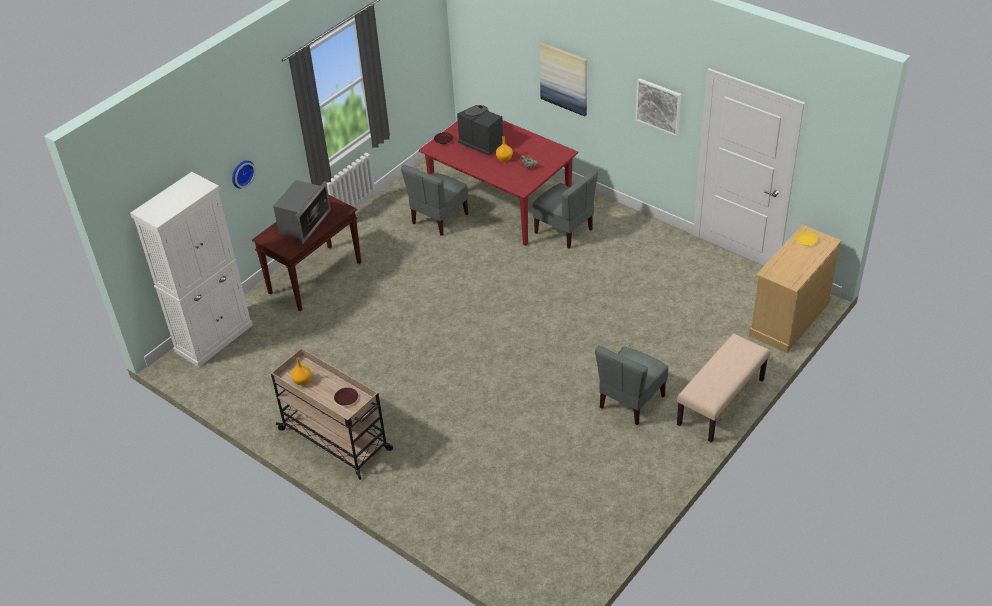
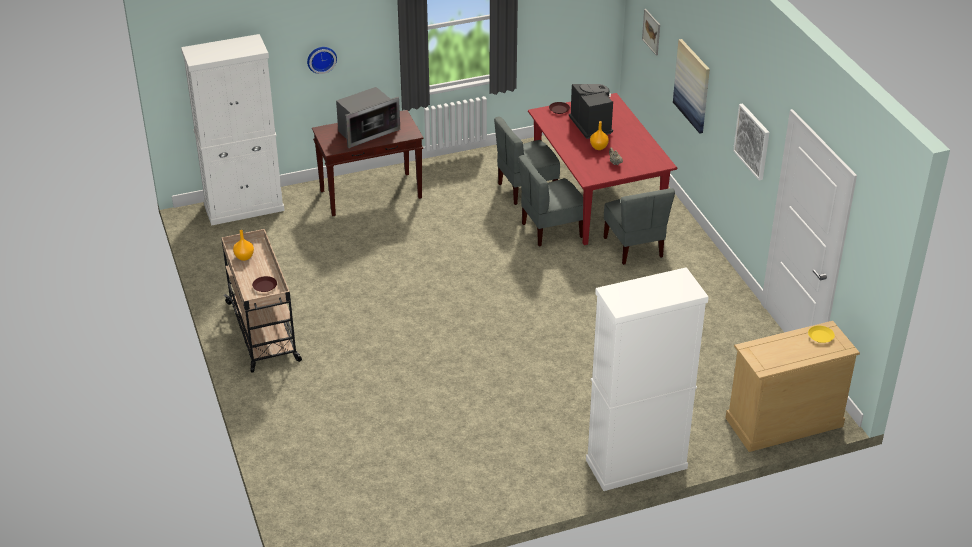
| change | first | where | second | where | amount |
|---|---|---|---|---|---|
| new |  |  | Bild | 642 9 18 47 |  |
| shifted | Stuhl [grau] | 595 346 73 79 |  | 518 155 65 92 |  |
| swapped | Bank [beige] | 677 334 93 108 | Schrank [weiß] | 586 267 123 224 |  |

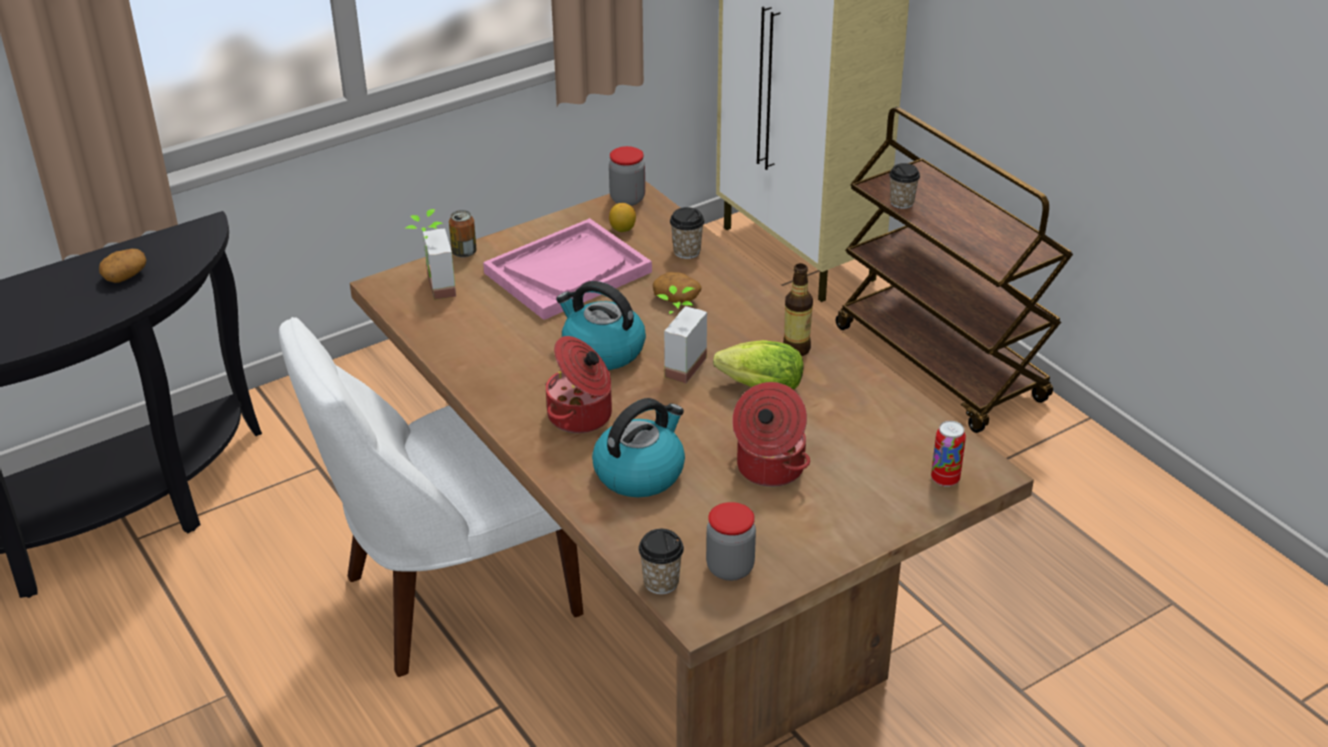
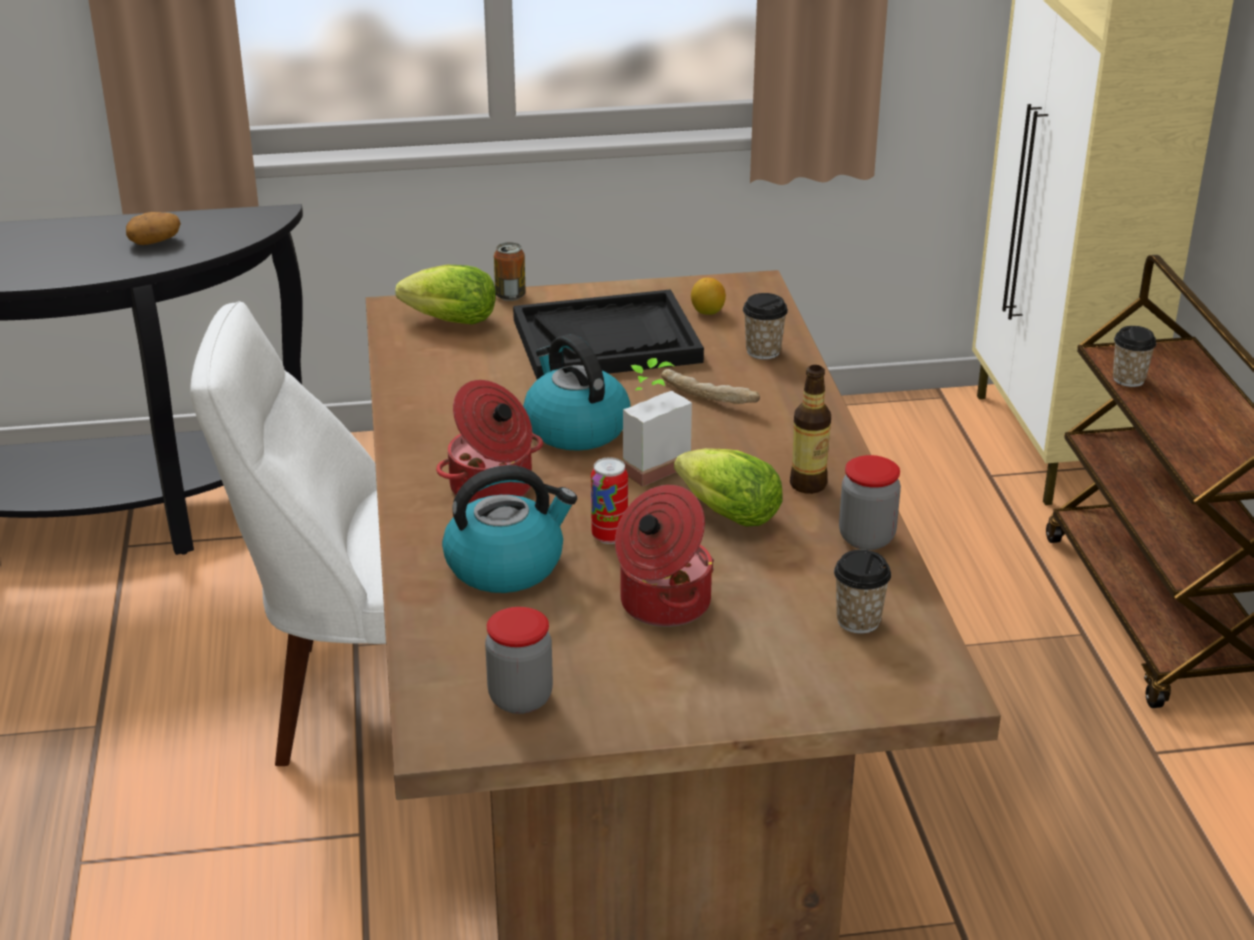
| change | first | where | second | where | amount |
|---|---|---|---|---|---|
| shifted | Vorratsglas | 609 146 36 60 |  | 839 455 62 95 |  |
| shifted | Tasse | 638 529 46 65 |  | 834 550 57 84 |  |
| shifted | Dose | 931 421 35 66 |  | 591 457 37 87 |  |
| swapped | Topfpflanze | 404 209 52 91 | Salatkopf | 395 265 101 60 |  |
| swapped | Kartoffel | 652 272 50 31 | Brot | 661 369 99 35 |  |
| repainted | Tablett [rosa] | 483 218 169 102 | Tablett [schwarz] | 513 289 191 91 |  |

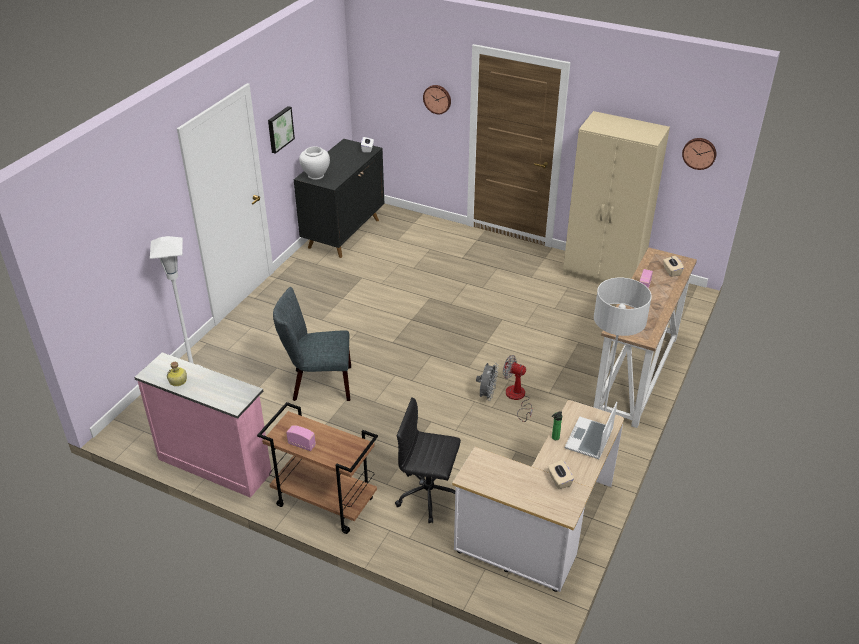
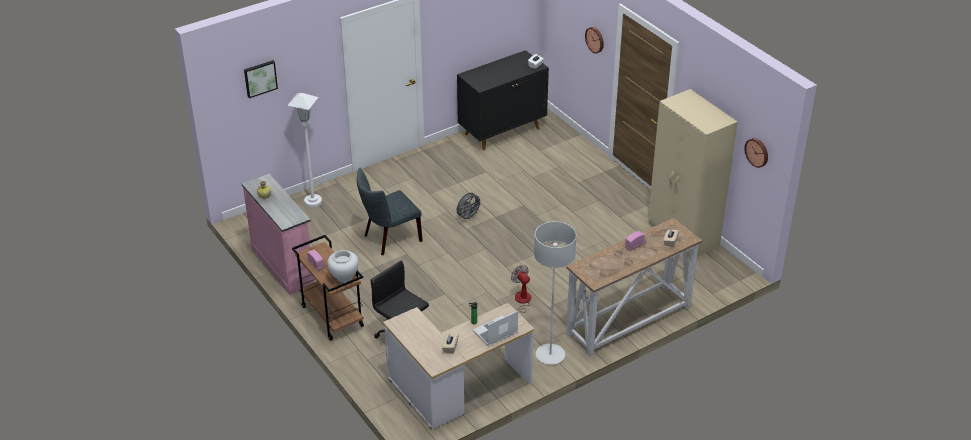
| change | first | where | second | where | amount |
|---|---|---|---|---|---|
| shifted | Bild | 268 106 27 48 |  | 244 60 34 38 |  |
| shifted | Vase [weiß] | 299 146 31 34 |  | 327 250 32 33 |  |
| shifted | Ventilator [grau] | 476 363 22 38 |  | 457 193 25 28 |  |
| rotated | Stuhl [grau] | 273 287 78 114 |  | 357 168 66 87 | 60 degrees counterclockwise |

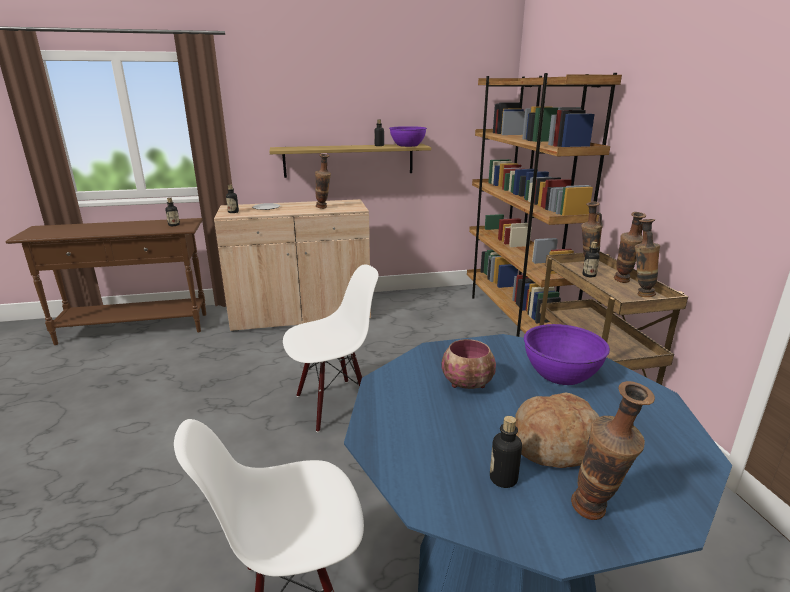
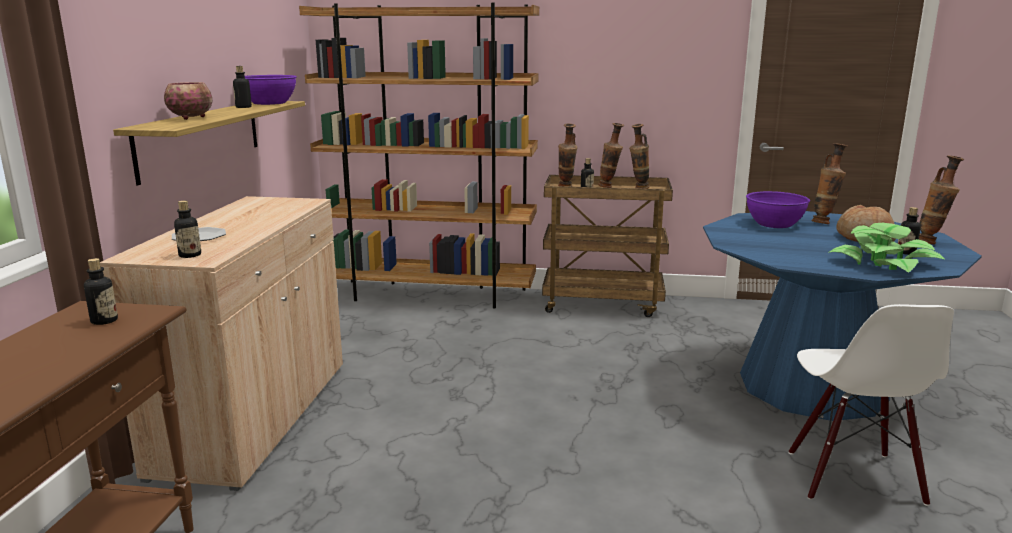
| change | first | where | second | where | amount |
|---|---|---|---|---|---|
| gone | Stuhl [weiß] | 283 264 96 168 |  |  |  |
| new |  |  | Topfpflanze | 828 223 116 50 |  |
| shifted | Vase | 315 154 16 55 |  | 812 143 35 81 |  |
| shifted | Schüssel | 442 339 54 50 |  | 164 82 49 38 |  |

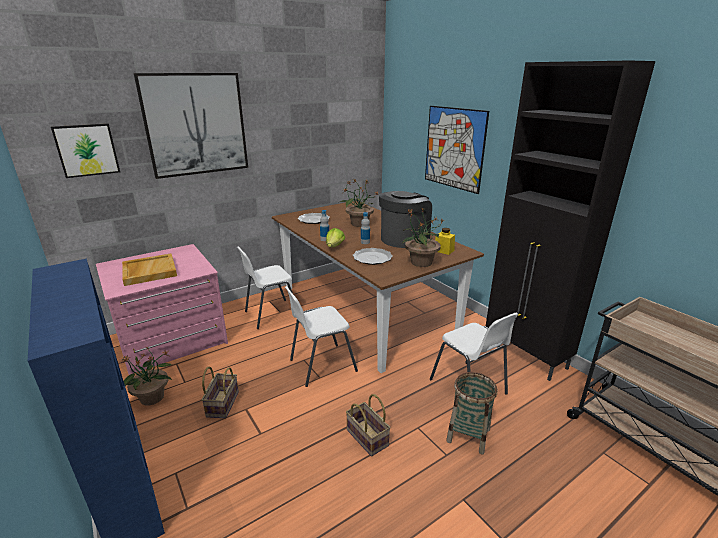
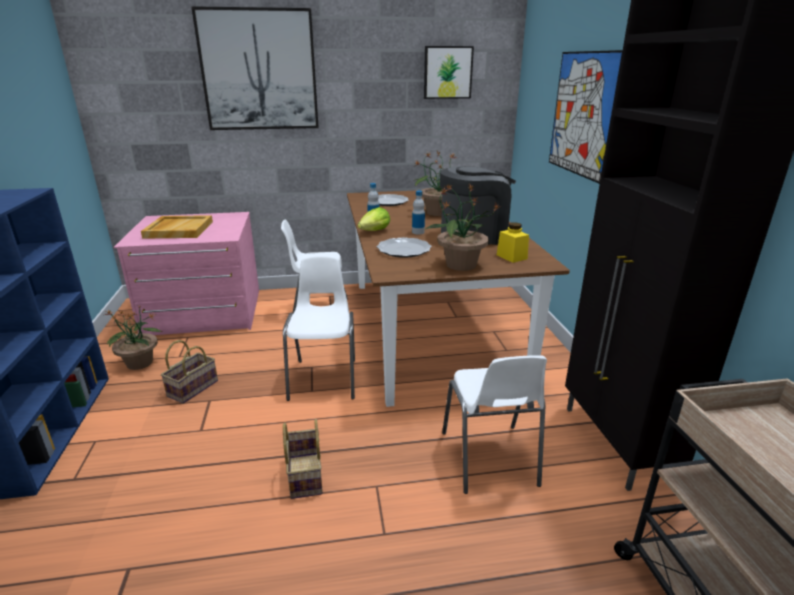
| change | first | where | second | where | amount |
|---|---|---|---|---|---|
| gone | Korb | 446 372 51 82 |  |  |  |
| shifted | Bild | 51 123 69 55 |  | 424 46 50 53 |  |
| rotated | Stuhl [weiß] | 285 286 73 101 |  | 283 256 72 145 | 90 degrees clockwise |

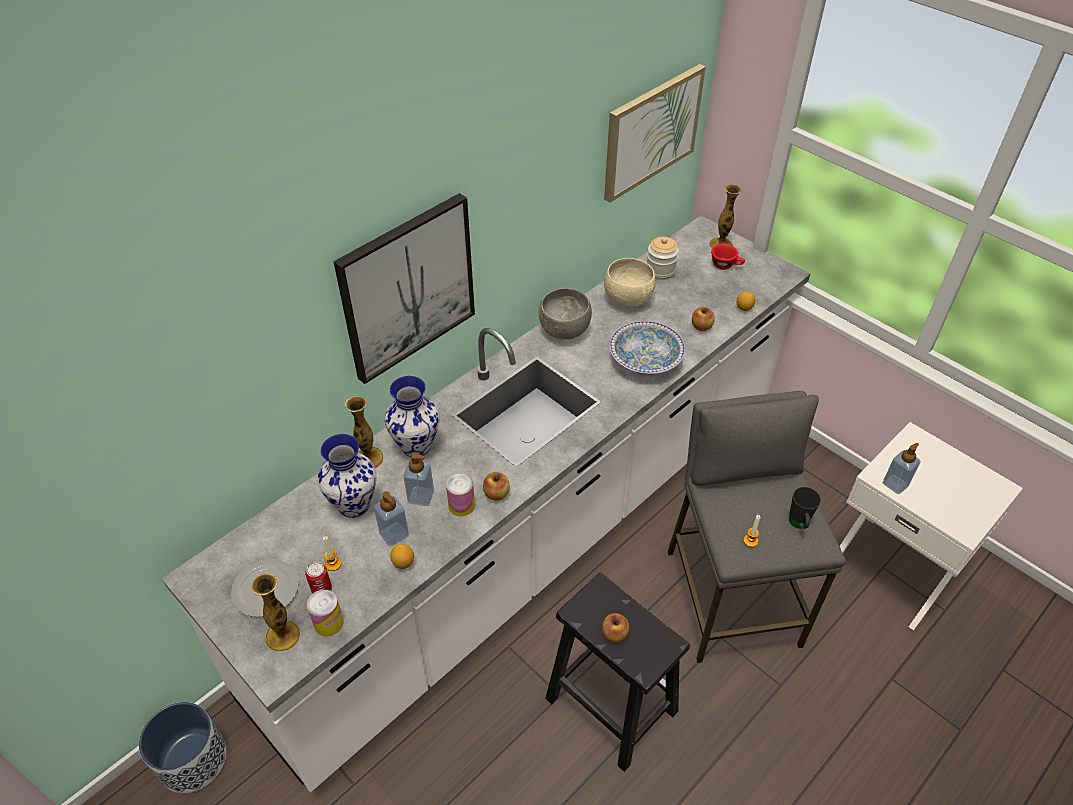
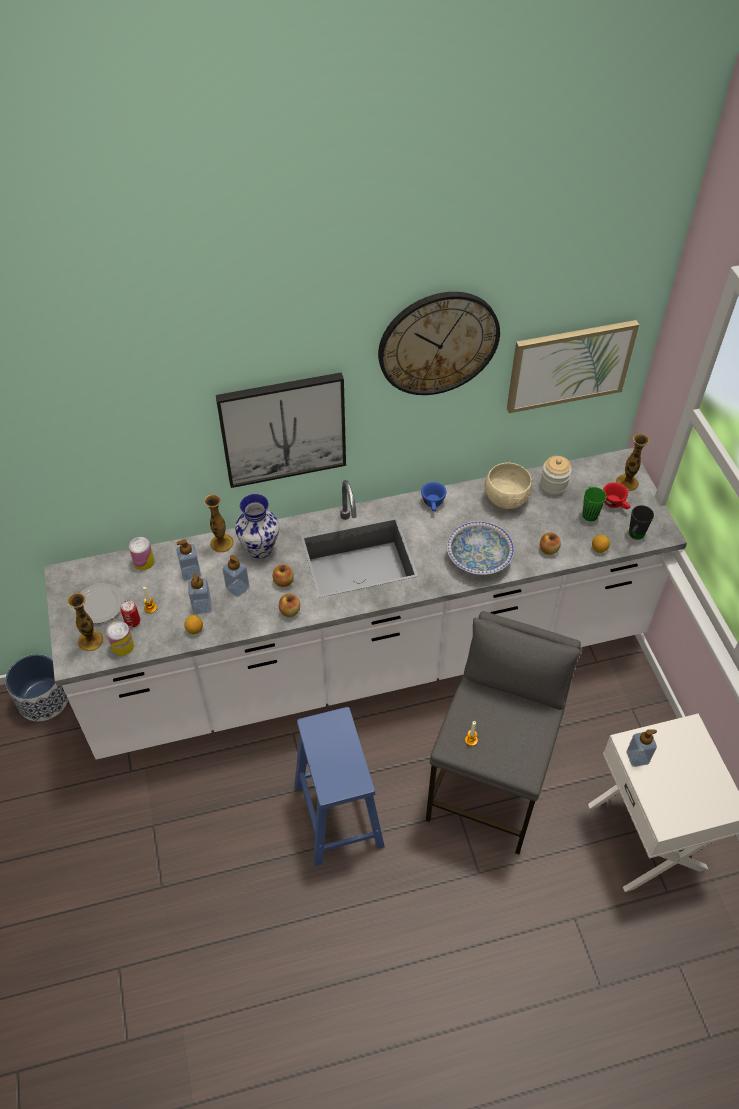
| change | first | where | second | where | amount |
|---|---|---|---|---|---|
| new |  |  | Wanduhr | 378 292 122 103 |  |
| new |  |  | Henkelbecher [grün] | 582 486 24 35 |  |
| shifted | Dose | 446 473 29 43 |  | 129 537 25 33 |  |
| shifted | Apfel | 602 613 27 30 |  | 273 564 21 23 |  |
| shifted | Henkelbecher [schwarz] | 789 487 32 42 |  | 629 505 25 35 |  |
| swapped | Vase | 318 434 58 84 | Seifenspender | 176 539 25 42 |  |
| swapped | Schüssel [grau] | 539 288 53 52 | Tasse [blau] | 421 482 25 29 |  |
| repainted | Hocker [schwarz] | 545 573 145 199 | Hocker [blau] | 294 707 91 159 |  |

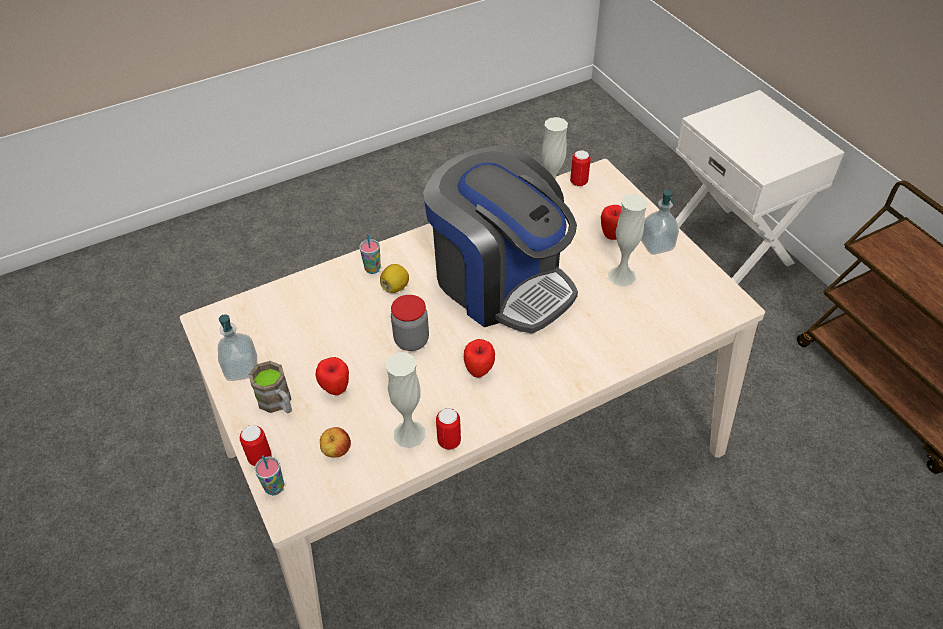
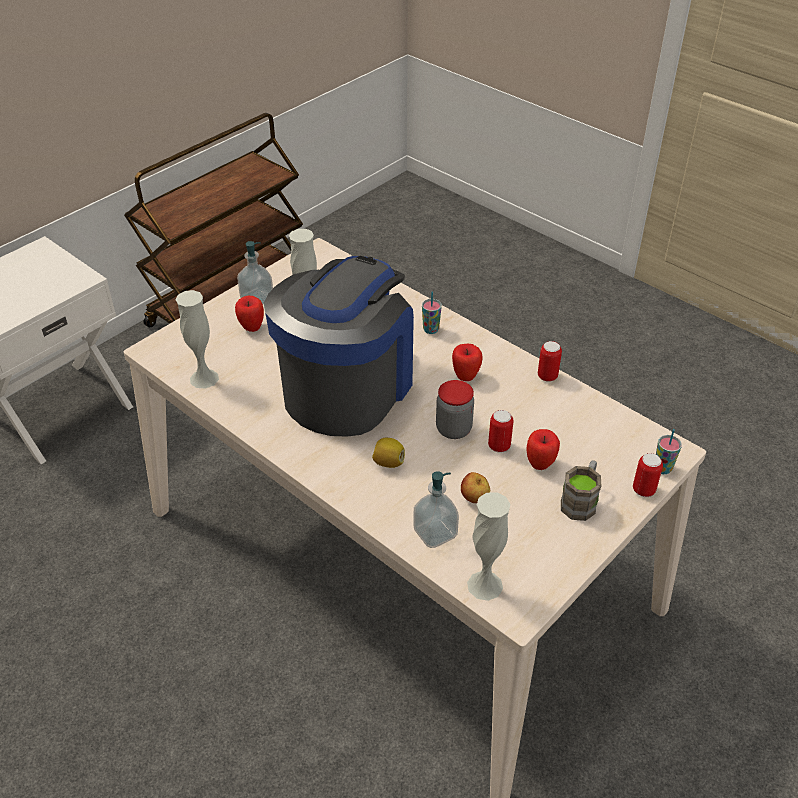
| change | first | where | second | where | amount |
|---|---|---|---|---|---|
| shifted | Seifenspender | 218 314 39 67 |  | 413 471 46 77 |  |
| shifted | Apfel | 320 427 31 30 |  | 461 472 29 31 |  |
| shifted | Tasse | 360 234 21 40 |  | 422 291 20 43 |  |
| shifted | Vase [weiß] | 385 352 41 96 |  | 467 492 43 109 |  |
| shifted | Dose | 570 150 21 37 |  | 488 410 26 43 |  |

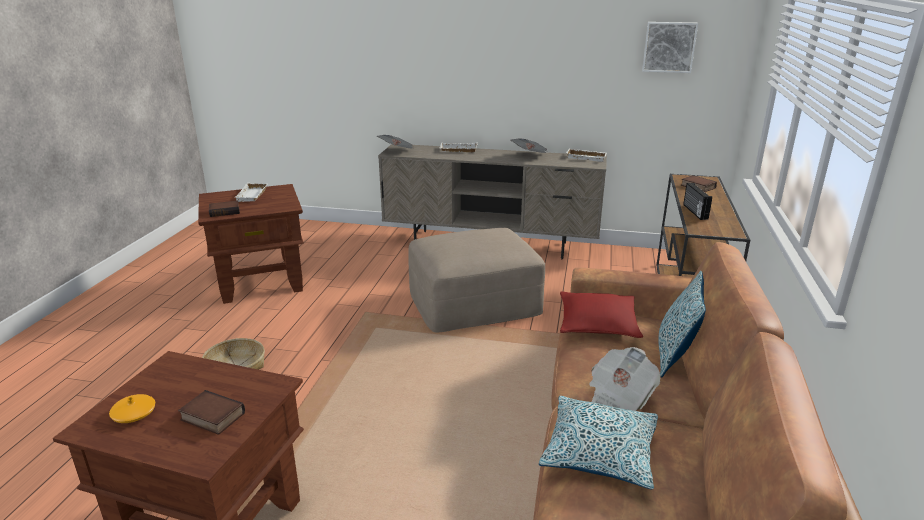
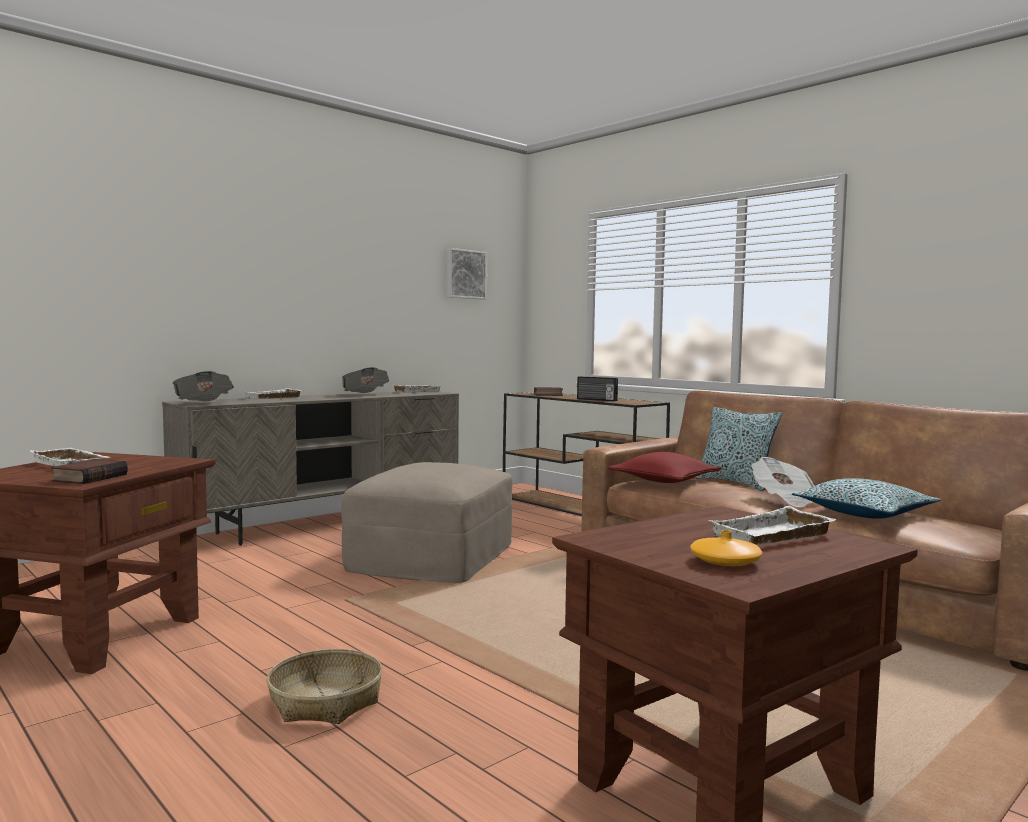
| change | first | where | second | where | amount |
|---|---|---|---|---|---|
| swapped | Buch | 178 390 67 45 | Tablett [weiß] | 708 506 129 39 |  |

